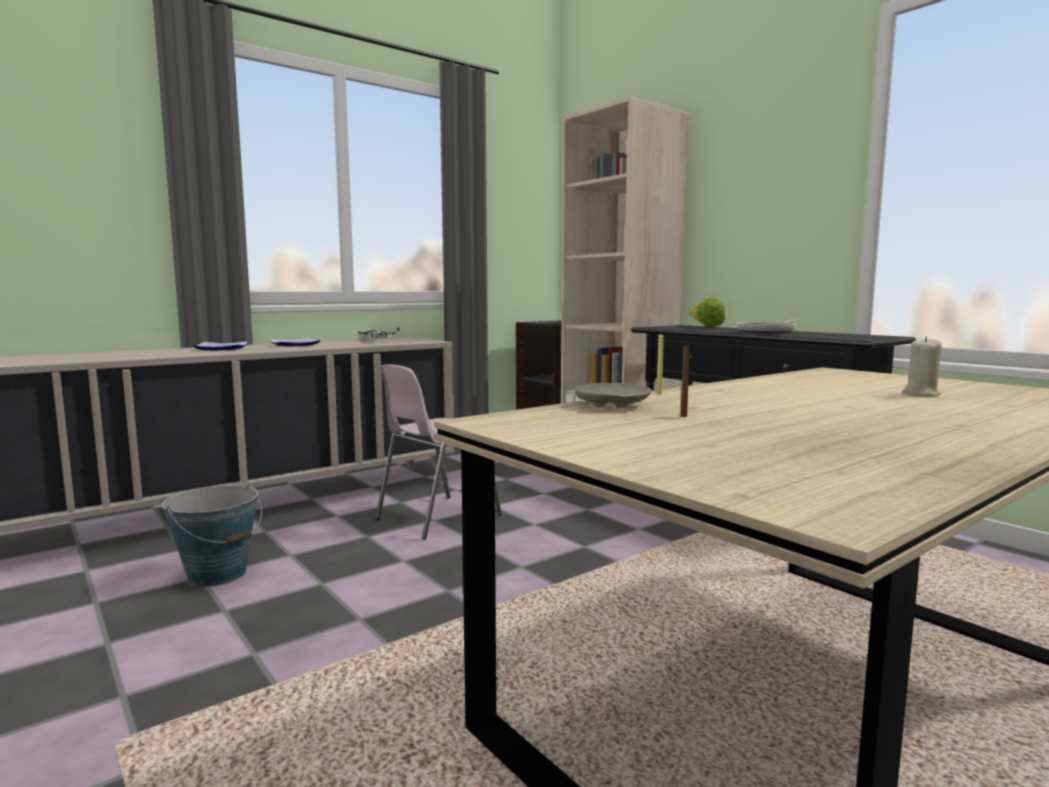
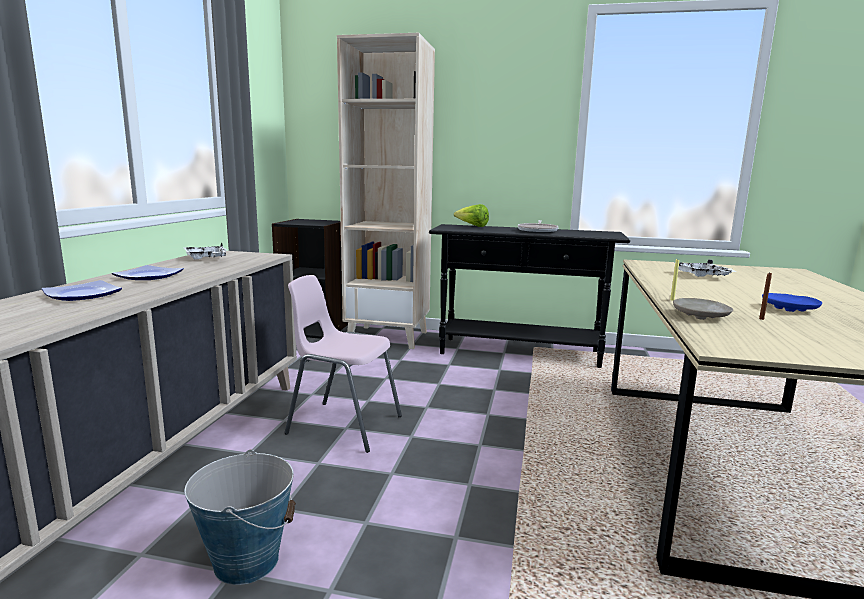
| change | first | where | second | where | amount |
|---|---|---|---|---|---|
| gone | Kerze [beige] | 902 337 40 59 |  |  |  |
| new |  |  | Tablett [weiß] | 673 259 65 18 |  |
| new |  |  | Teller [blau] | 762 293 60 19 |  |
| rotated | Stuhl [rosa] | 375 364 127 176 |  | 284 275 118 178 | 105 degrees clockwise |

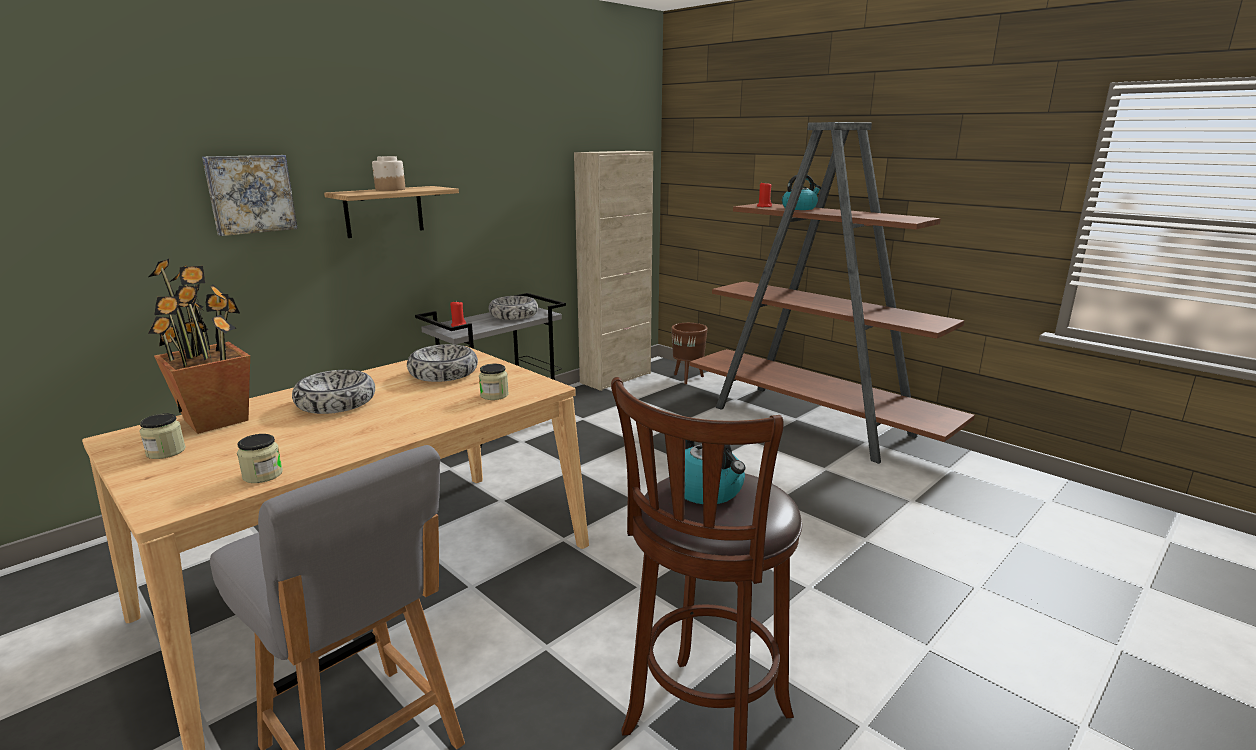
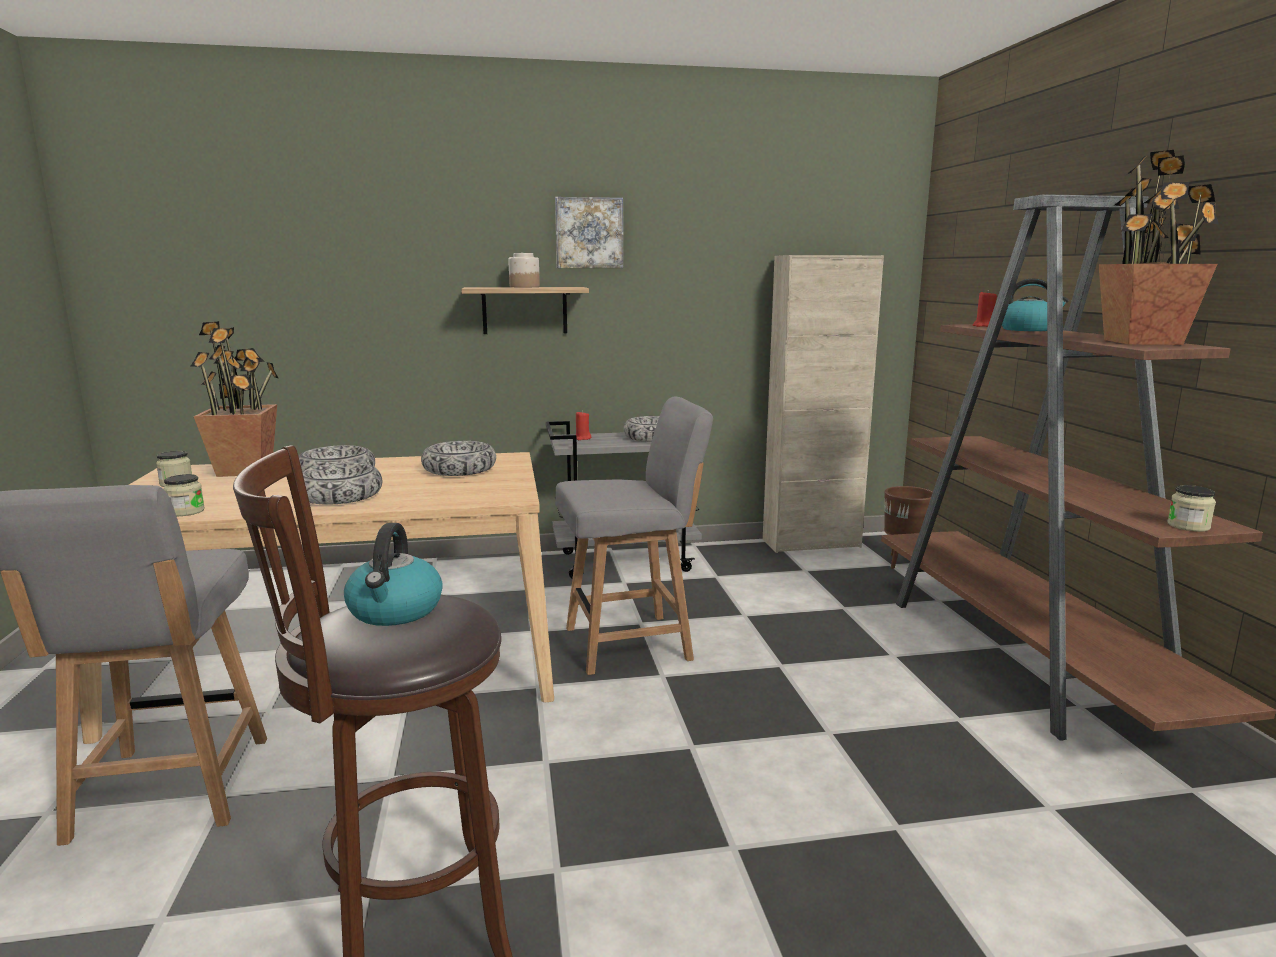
| change | first | where | second | where | amount |
|---|---|---|---|---|---|
| new |  |  | Schüssel | 302 463 80 42 |  |
| new |  |  | Stuhl [grau] | 555 397 158 278 |  |
| new |  |  | Topfpflanze | 1098 150 121 195 |  |
| shifted | Bild | 202 155 96 81 |  | 555 197 68 71 |  |
| shifted | Vorratsglas | 479 364 30 36 |  | 1167 485 49 47 |  |

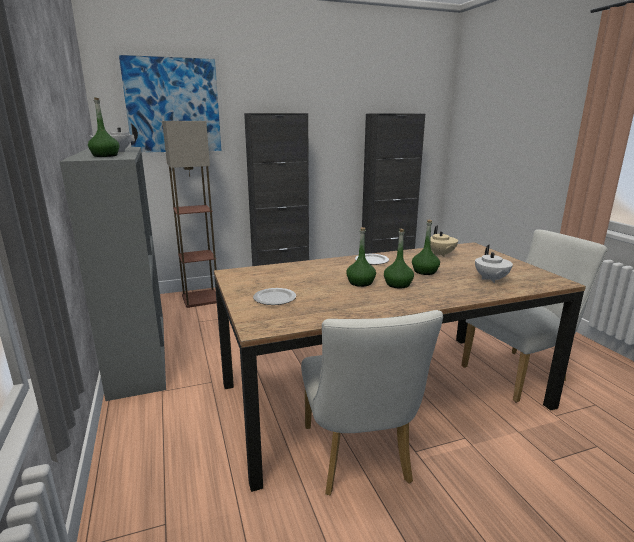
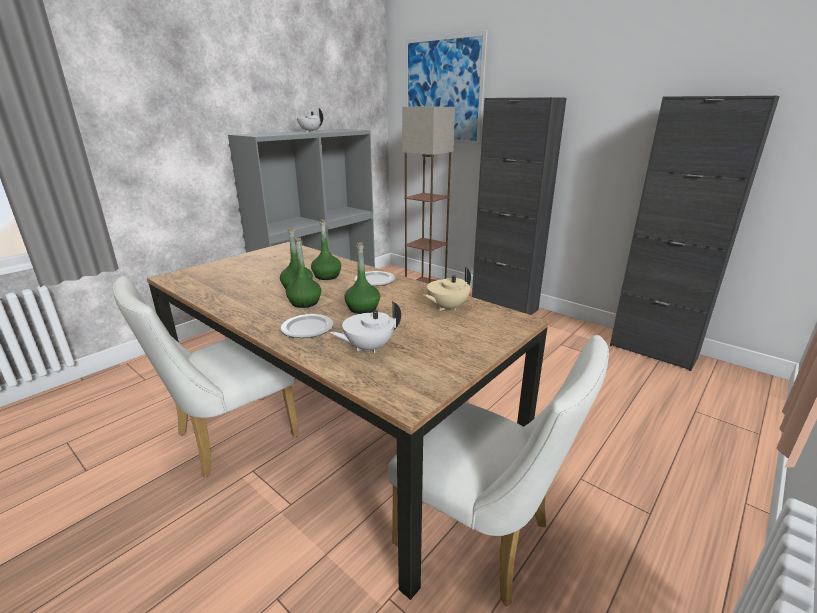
| change | first | where | second | where | amount |
|---|---|---|---|---|---|
| shifted | Flasche [grün] | 88 98 31 59 |  | 311 219 30 61 |  |
| shifted | Teller | 253 288 43 17 |  | 281 314 52 24 |  |

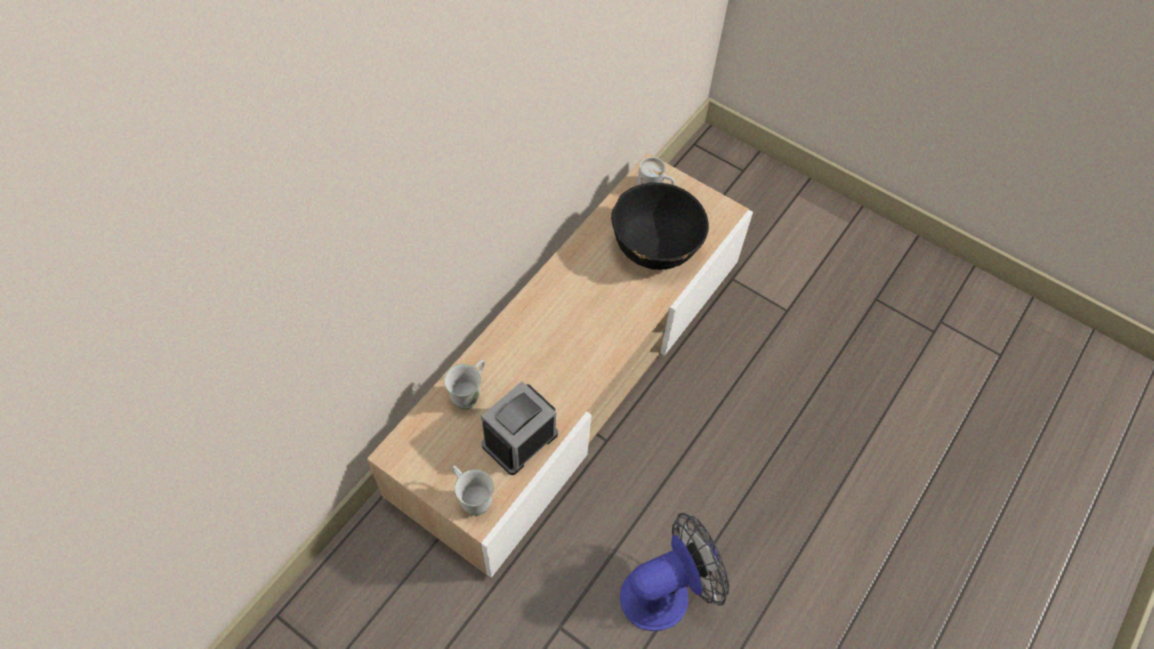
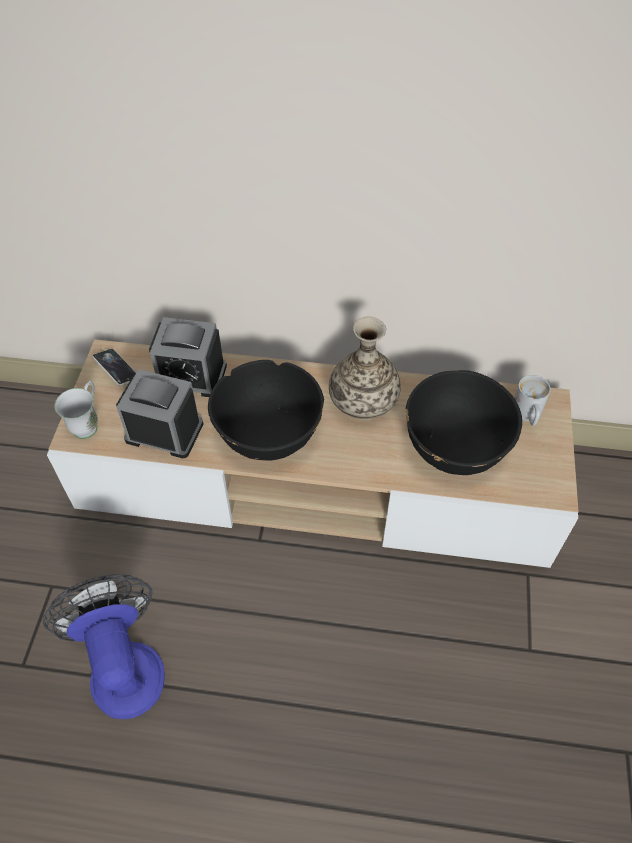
| change | first | where | second | where | amount |
|---|---|---|---|---|---|
| new |  |  | Handy | 92 349 44 37 |  |
| new |  |  | Schüssel [schwarz] | 208 360 116 101 |  |
| new |  |  | Vase | 329 316 72 104 |  |
| swapped | Henkelbecher [weiß] | 444 360 41 50 | Wecker | 149 317 78 80 |  |
| rotated | Ventilator | 620 513 109 118 |  | 43 574 122 145 | 150 degrees counterclockwise |

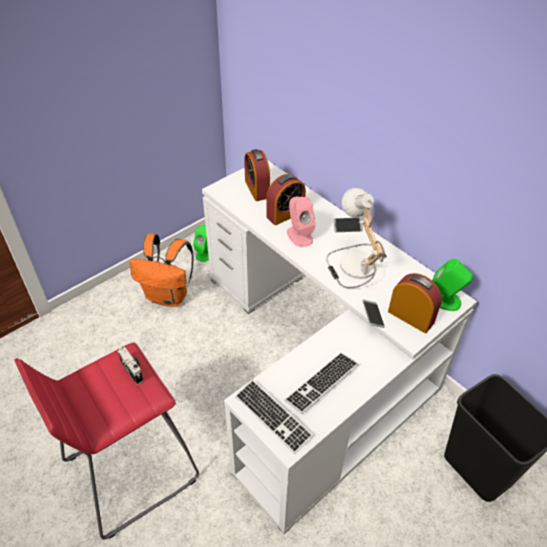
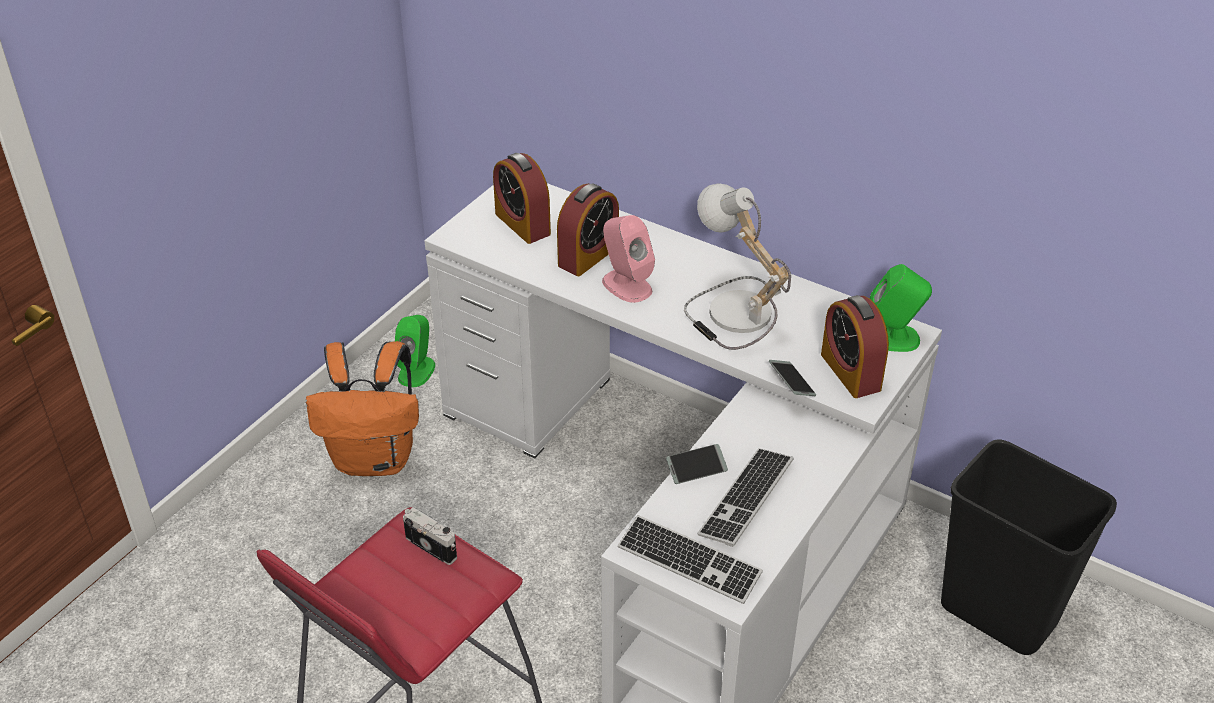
| change | first | where | second | where | amount |
|---|---|---|---|---|---|
| shifted | Handy | 334 218 29 14 |  | 666 444 62 40 |  |
| rotated | Wecker | 388 273 54 60 |  | 821 295 68 103 | 135 degrees counterclockwise |

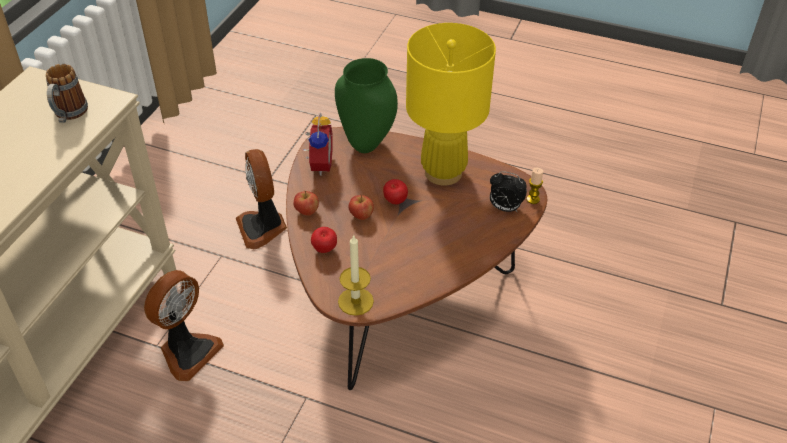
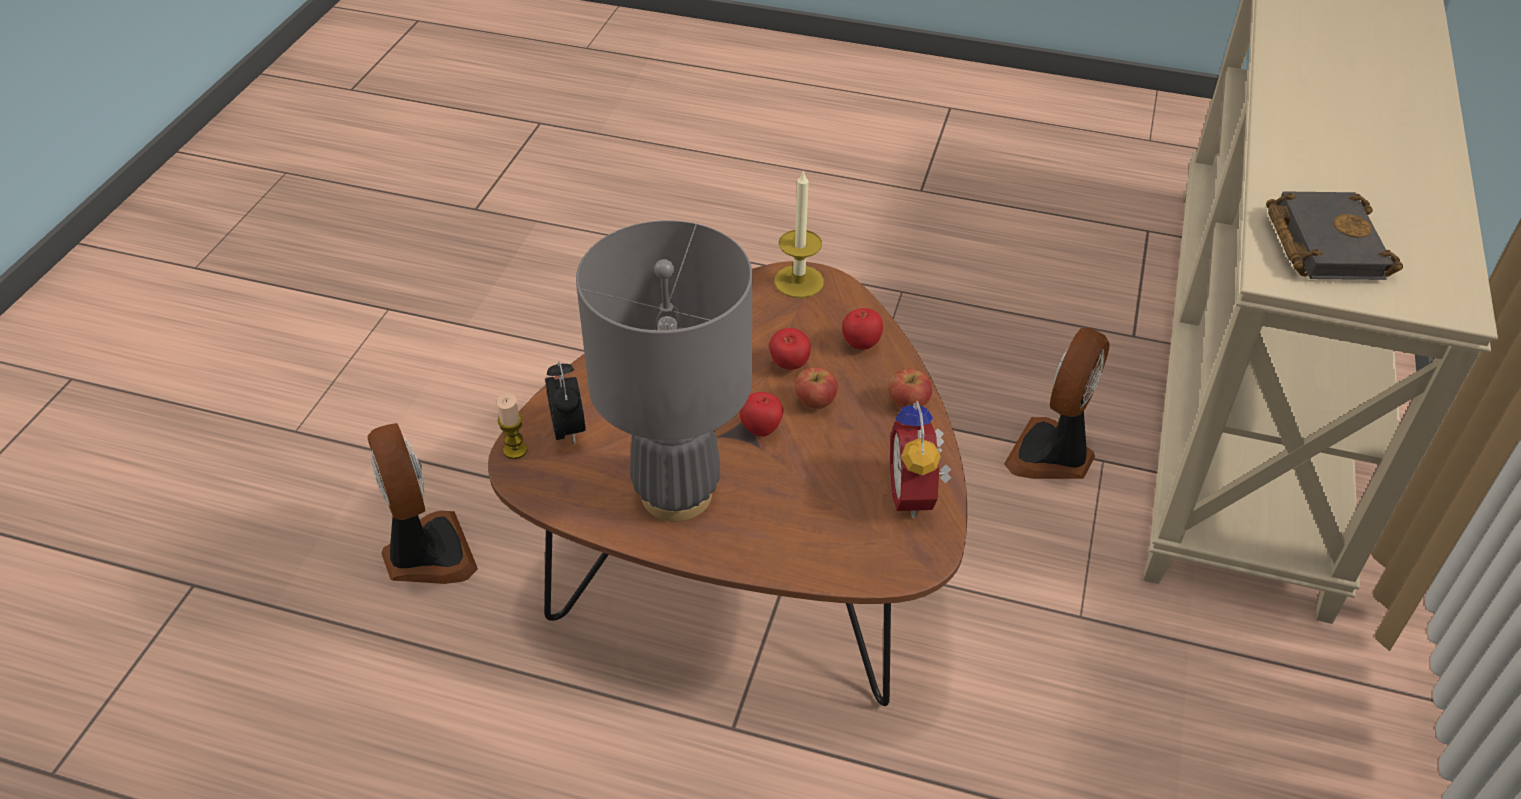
| change | first | where | second | where | amount |
|---|---|---|---|---|---|
| gone | Vase [grün] | 335 58 63 95 |  |  |  |
| new |  |  | Apfel | 769 328 42 42 |  |
| shifted | Ventilator | 236 149 51 100 |  | 367 423 111 161 |  |
| swapped | Henkelbecher | 46 64 42 59 | Buch [schwarz] | 1266 191 137 89 |  |
| repainted | Tischlampe [gelb] | 406 23 90 163 | Tischlampe [grau] | 576 220 176 302 |  |
| rotated | Wecker | 490 171 37 41 |  | 545 361 41 83 | 60 degrees clockwise |

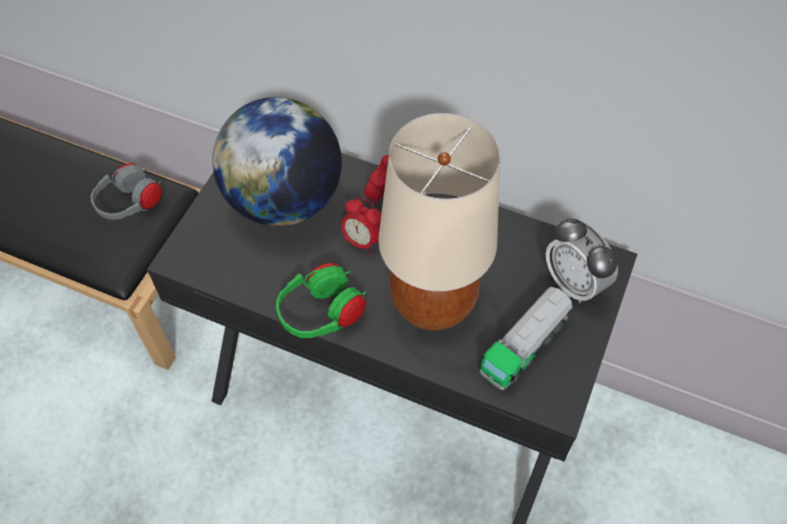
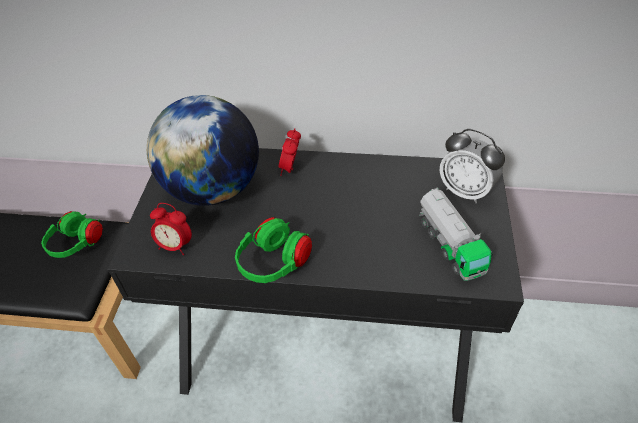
| change | first | where | second | where | amount |
|---|---|---|---|---|---|
| gone | Tischlampe [beige] | 378 113 122 217 |  |  |  |
| shifted | Wecker | 341 197 40 58 |  | 150 203 42 52 |  |
| repainted | Kopfhörer [grau] | 91 163 71 57 | Kopfhörer [grün] | 41 211 62 47 |  |
| rotated | Spielzeuglaster | 480 287 92 103 |  | 419 188 74 93 | 45 degrees counterclockwise |

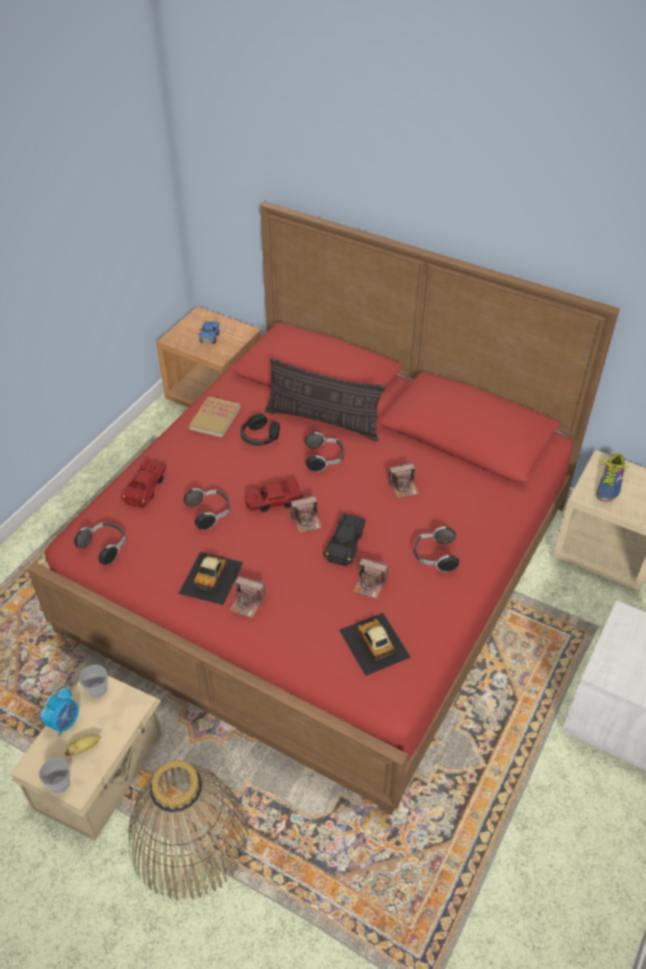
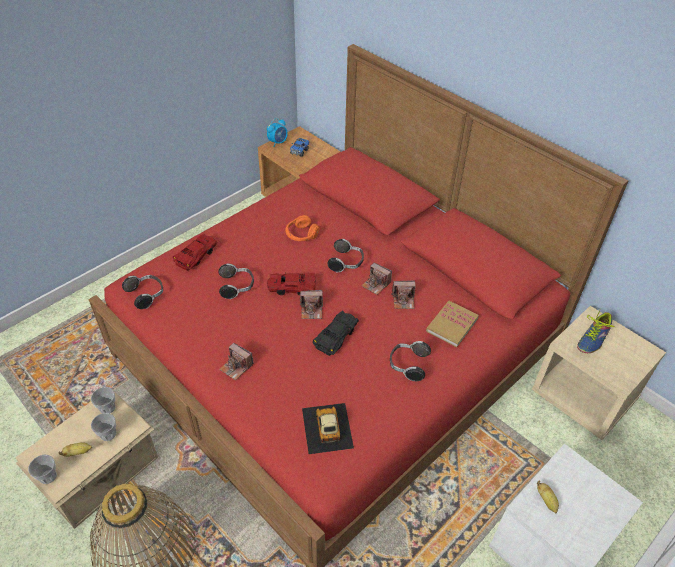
| change | first | where | second | where | amount |
|---|---|---|---|---|---|
| gone | Spielzeugauto | 178 552 65 53 |  |  |  |
| gone | Kissen | 265 358 121 83 |  |  |  |
| new |  |  | Tasse | 91 413 25 28 |  |
| new |  |  | Banane | 537 481 22 32 |  |
| shifted | Wecker | 40 687 39 50 |  | 267 118 21 29 |  |
| shifted | Buch | 189 396 52 42 |  | 426 301 53 46 |  |
| shifted | Kamera | 353 558 35 41 |  | 361 263 31 32 |  |
| repainted | Kopfhörer [schwarz] | 240 414 40 32 | Kopfhörer [orange] | 285 215 35 26 |  |

